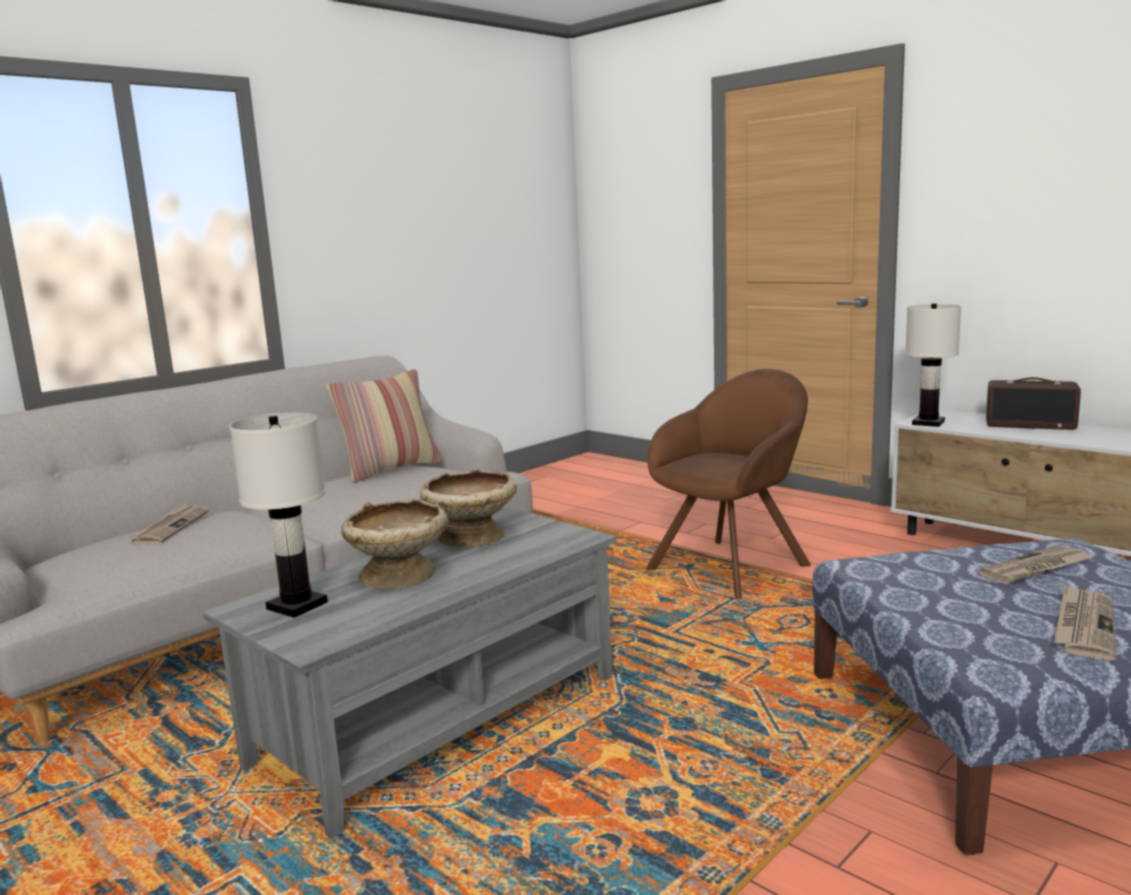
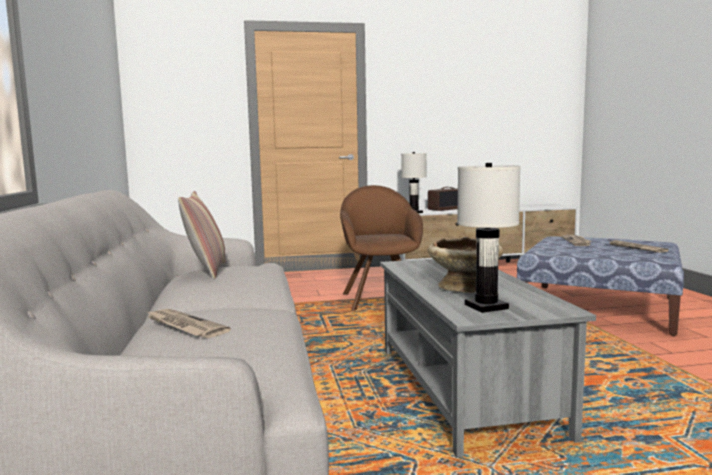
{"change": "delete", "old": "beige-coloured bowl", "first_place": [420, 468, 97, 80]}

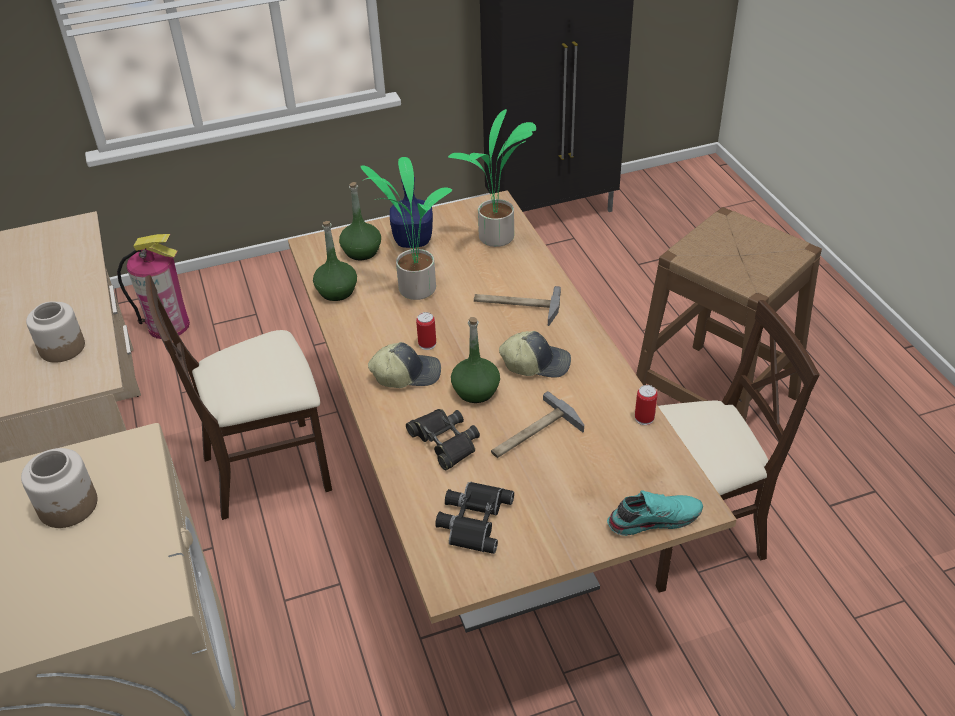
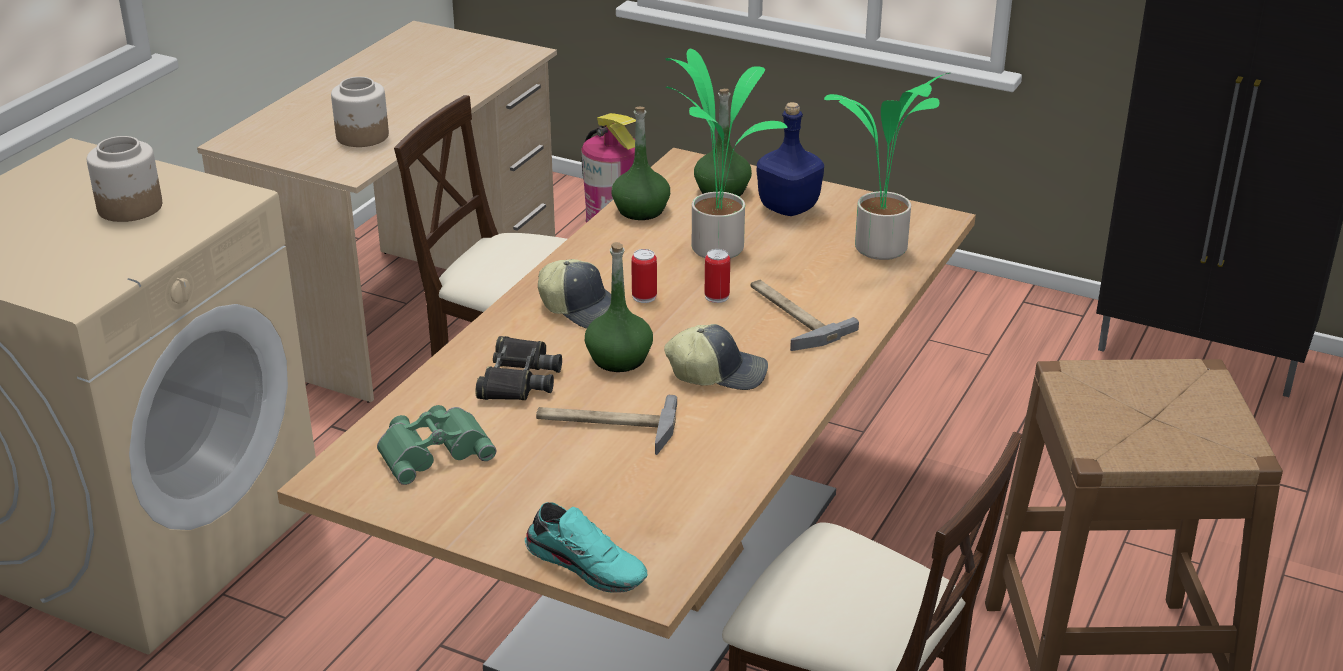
{"change": "rotate", "old": "cap", "first_place": [499, 331, 72, 47], "second_place": [664, 324, 104, 66], "degrees": -45}
{"change": "move", "old": "can", "first_place": [635, 385, 22, 40], "second_place": [705, 249, 25, 54]}
{"change": "recolor", "old": "blackish pair of binoculars", "new": "greenish pair of binoculars", "first_place": [435, 482, 79, 72], "second_place": [377, 405, 119, 80]}

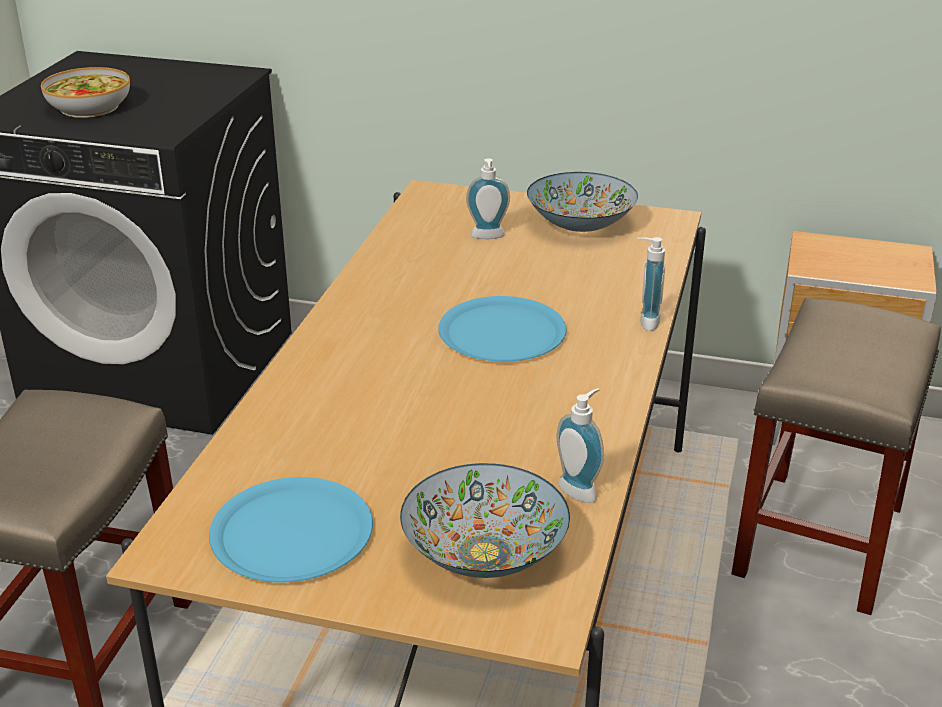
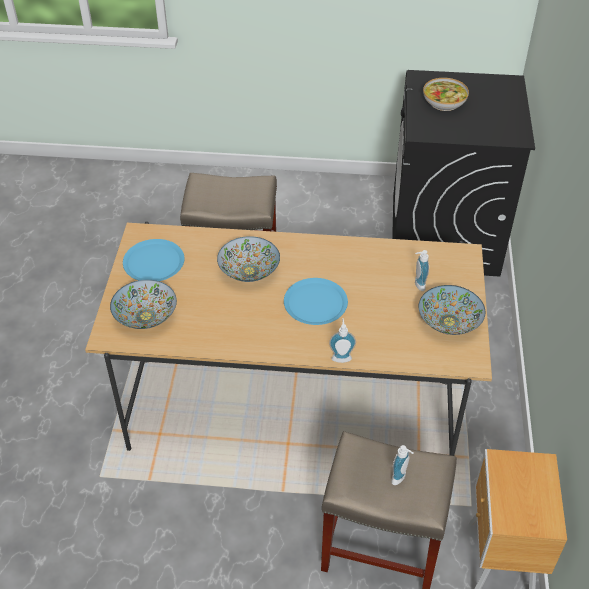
{"change": "move", "old": "soap bottle", "first_place": [556, 388, 48, 115], "second_place": [391, 445, 22, 40]}
{"change": "insert", "new": "bowl", "second_place": [217, 236, 63, 46]}

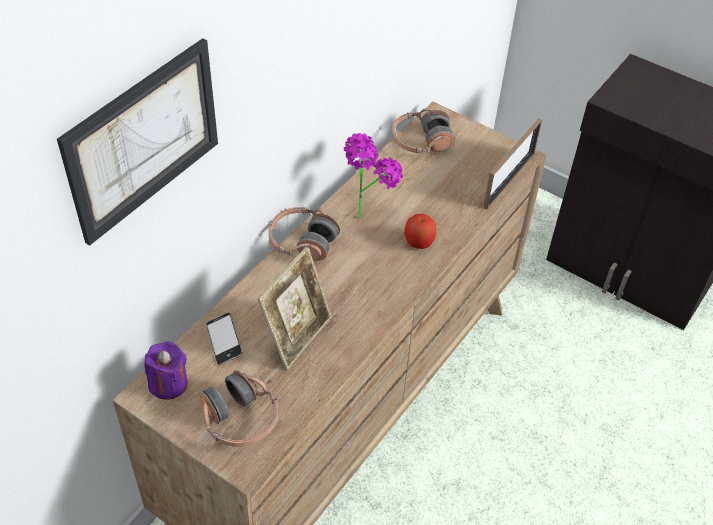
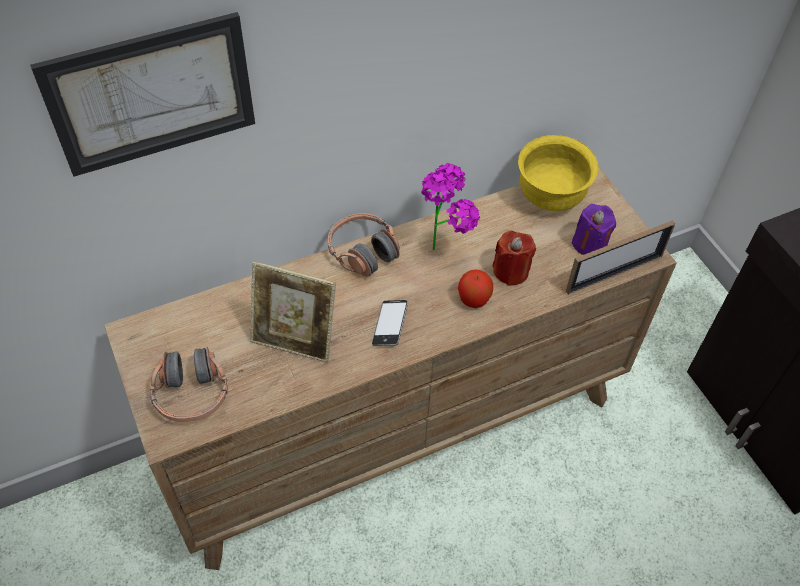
{"change": "replace", "old": "headphones", "new": "yellow-coloured bowl", "first_place": [392, 108, 63, 47], "second_place": [518, 135, 80, 76]}
{"change": "rotate", "old": "standing frame", "first_place": [258, 247, 74, 123], "second_place": [250, 261, 86, 102], "degrees": 45}
{"change": "move", "old": "phone", "first_place": [206, 313, 37, 52], "second_place": [372, 300, 36, 46]}
{"change": "move", "old": "purple wax candle", "first_place": [144, 341, 44, 59], "second_place": [572, 204, 44, 51]}
{"change": "insert", "new": "reddish wax candle", "second_place": [492, 231, 44, 55]}

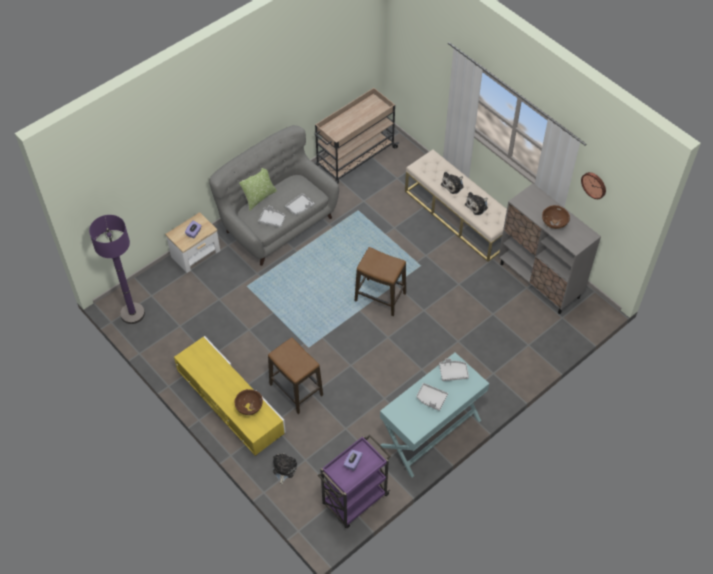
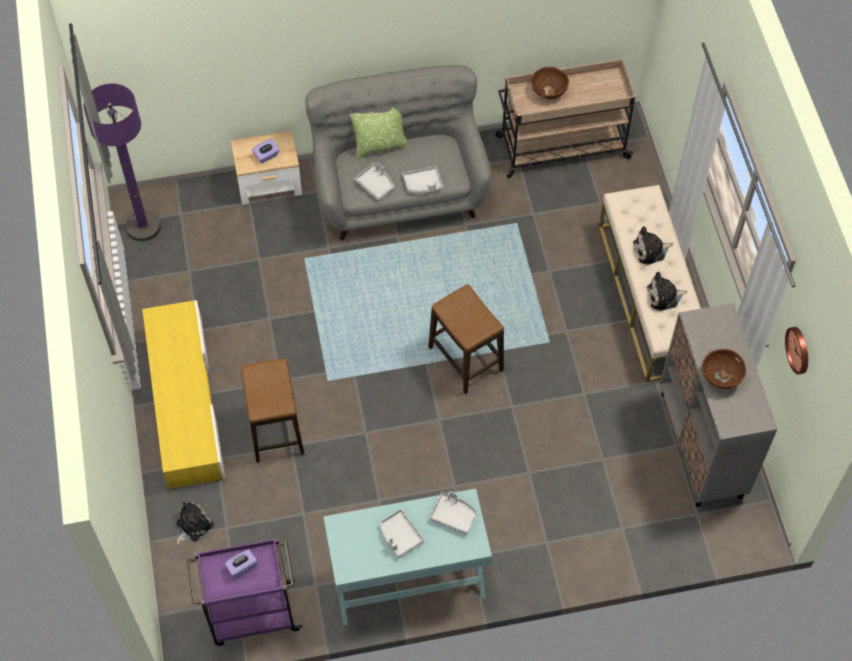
{"change": "move", "old": "brownish bowl", "first_place": [235, 389, 28, 26], "second_place": [531, 67, 38, 32]}

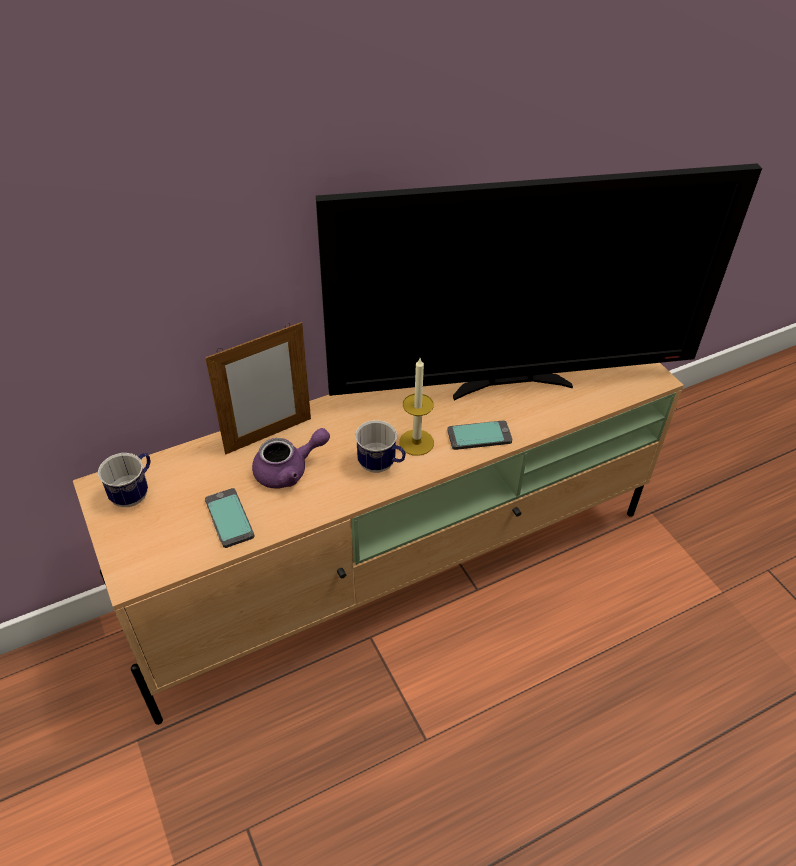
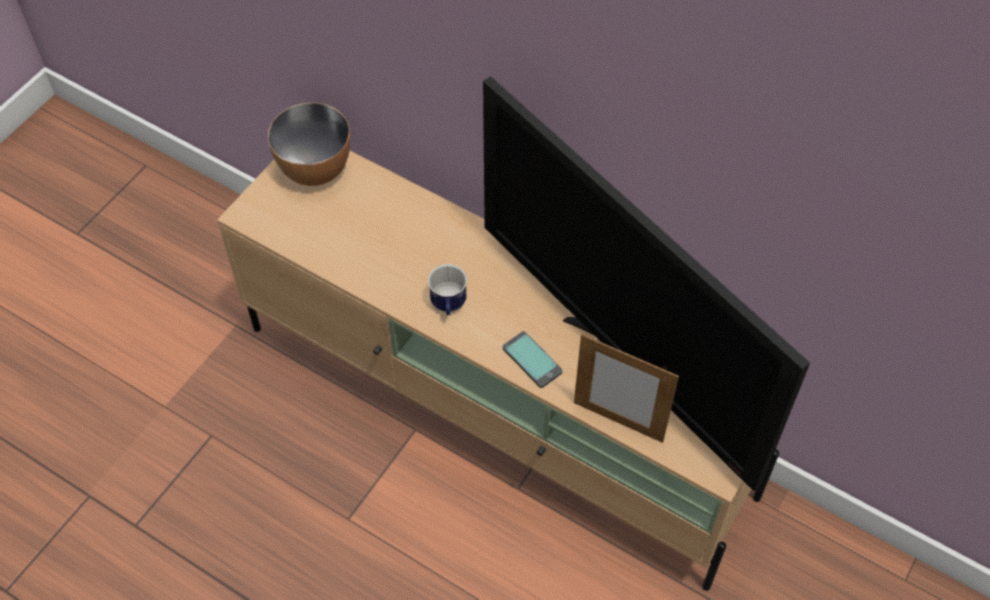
{"change": "move", "old": "standing frame", "first_place": [205, 322, 106, 132], "second_place": [574, 334, 105, 109]}
{"change": "delete", "old": "wax candle", "first_place": [399, 358, 35, 98]}
{"change": "delete", "old": "purple pot for tea", "first_place": [252, 428, 78, 60]}
{"change": "replace", "old": "coffee mug", "new": "bowl", "first_place": [98, 453, 52, 54], "second_place": [268, 103, 82, 83]}
{"change": "delete", "old": "phone", "first_place": [205, 488, 49, 60]}

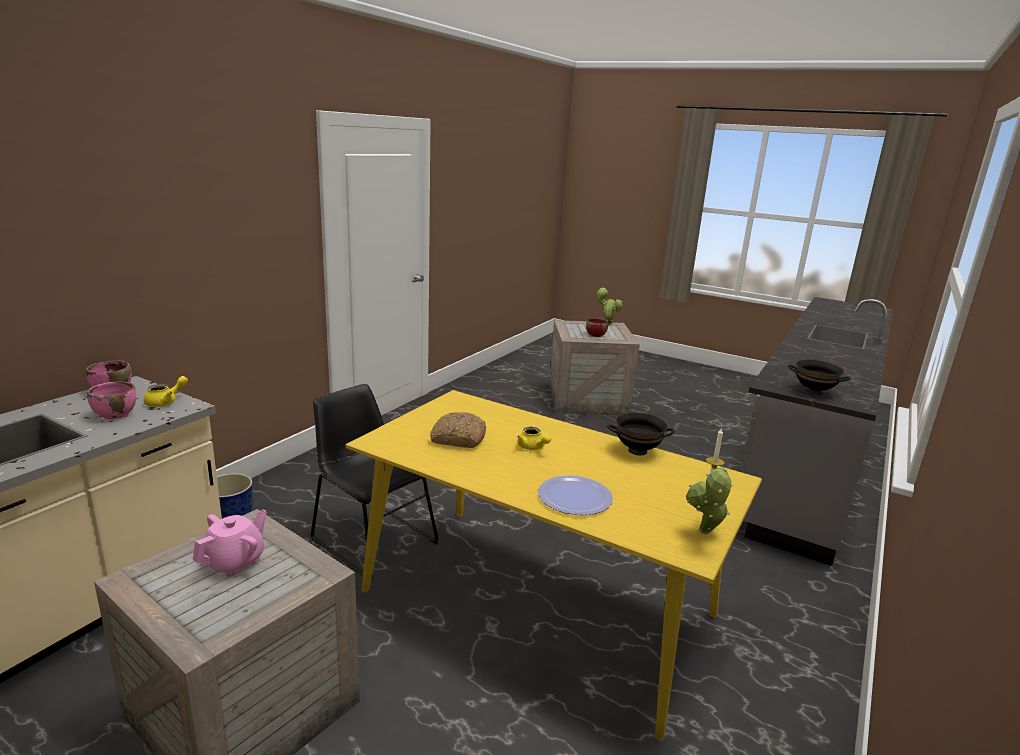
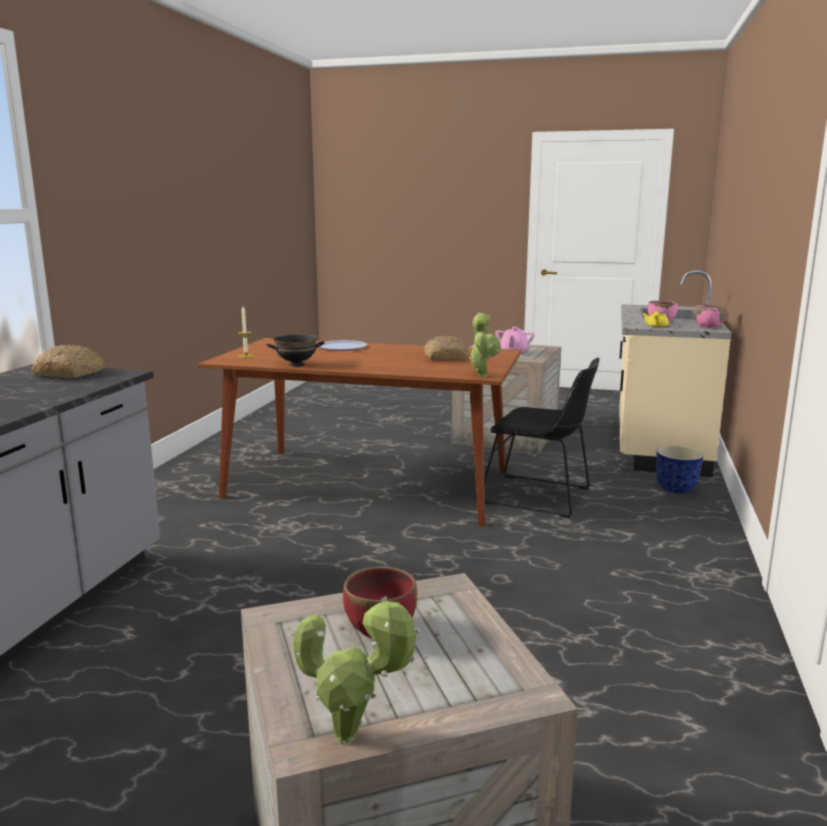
{"change": "replace", "old": "blackish bowl", "new": "baked bread", "first_place": [788, 359, 63, 36], "second_place": [32, 344, 73, 34]}
{"change": "recolor", "old": "yellow-coloured dinner table", "new": "brownish dinner table", "first_place": [346, 390, 416, 351], "second_place": [198, 338, 323, 189]}
{"change": "delete", "old": "yellow-coloured pot for tea", "first_place": [517, 427, 34, 23]}
{"change": "move", "old": "houseplant", "first_place": [686, 466, 47, 68], "second_place": [469, 313, 32, 64]}

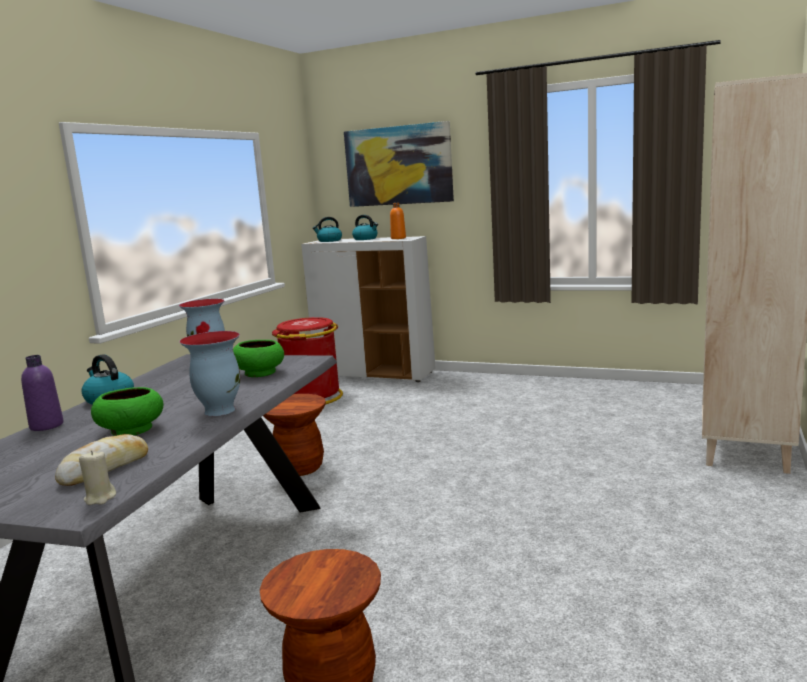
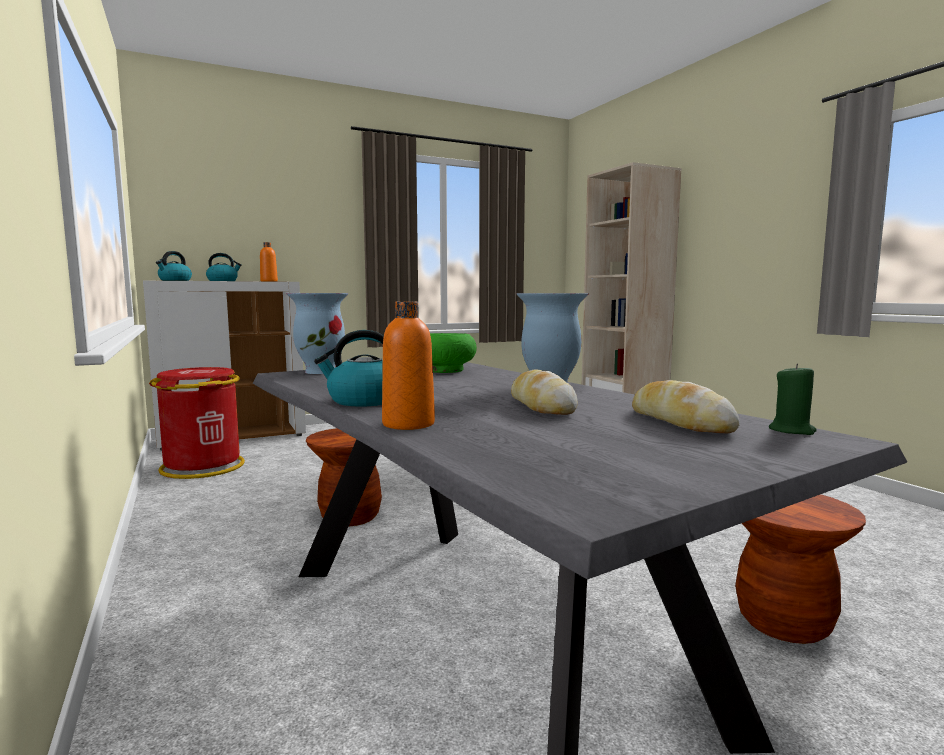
{"change": "delete", "old": "wall art", "first_place": [344, 121, 110, 86]}
{"change": "recolor", "old": "purple bottle", "new": "orangey bottle", "first_place": [21, 355, 43, 76], "second_place": [382, 301, 53, 129]}
{"change": "replace", "old": "greenish bowl", "new": "baked bread", "first_place": [91, 387, 73, 49], "second_place": [511, 369, 67, 46]}
{"change": "recolor", "old": "beige-coloured wax candle", "new": "greenish wax candle", "first_place": [79, 450, 37, 55], "second_place": [769, 364, 48, 71]}

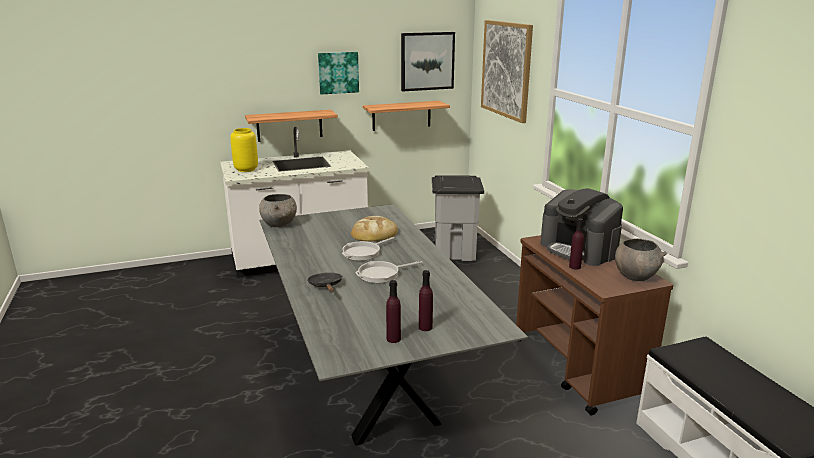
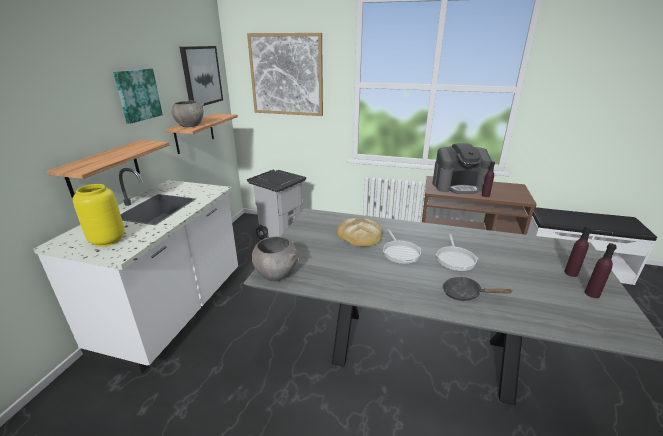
{"change": "move", "old": "greyish bowl", "first_place": [615, 238, 52, 43], "second_place": [172, 100, 32, 27]}

